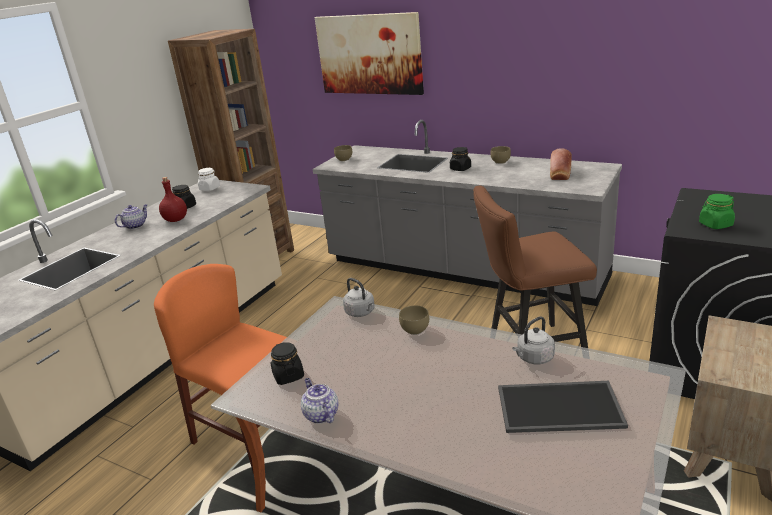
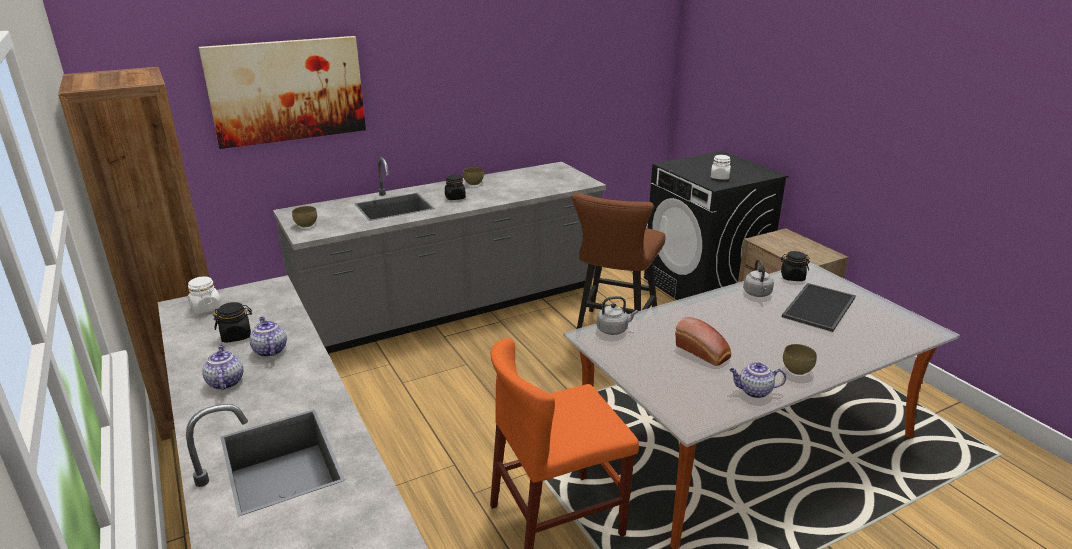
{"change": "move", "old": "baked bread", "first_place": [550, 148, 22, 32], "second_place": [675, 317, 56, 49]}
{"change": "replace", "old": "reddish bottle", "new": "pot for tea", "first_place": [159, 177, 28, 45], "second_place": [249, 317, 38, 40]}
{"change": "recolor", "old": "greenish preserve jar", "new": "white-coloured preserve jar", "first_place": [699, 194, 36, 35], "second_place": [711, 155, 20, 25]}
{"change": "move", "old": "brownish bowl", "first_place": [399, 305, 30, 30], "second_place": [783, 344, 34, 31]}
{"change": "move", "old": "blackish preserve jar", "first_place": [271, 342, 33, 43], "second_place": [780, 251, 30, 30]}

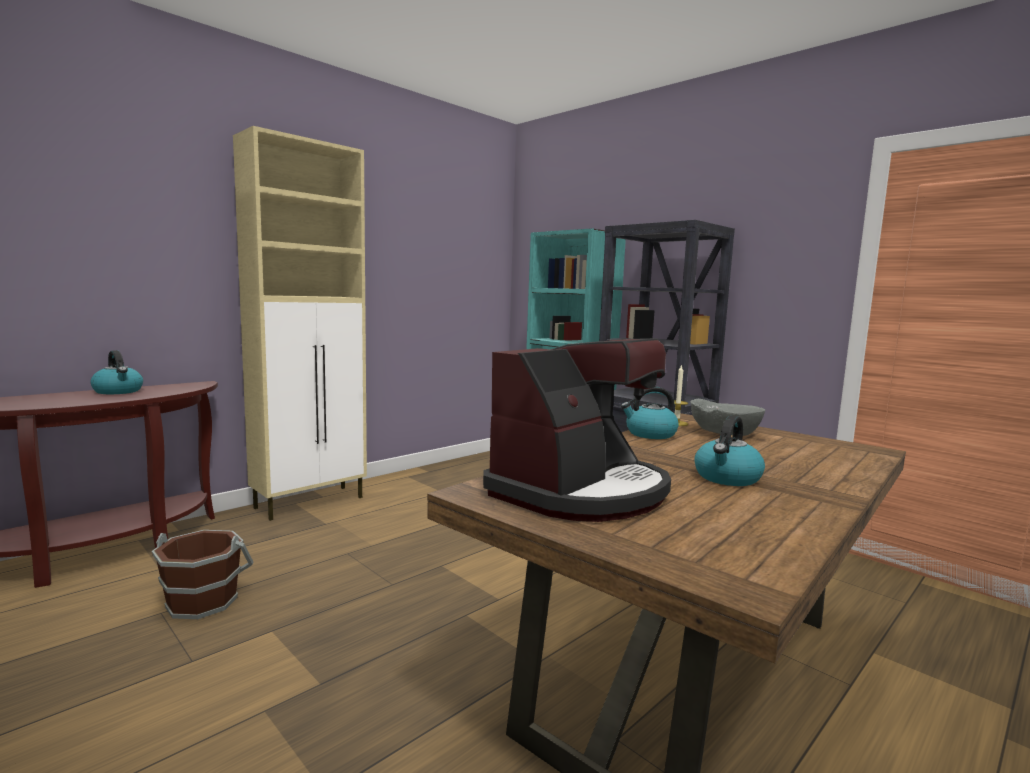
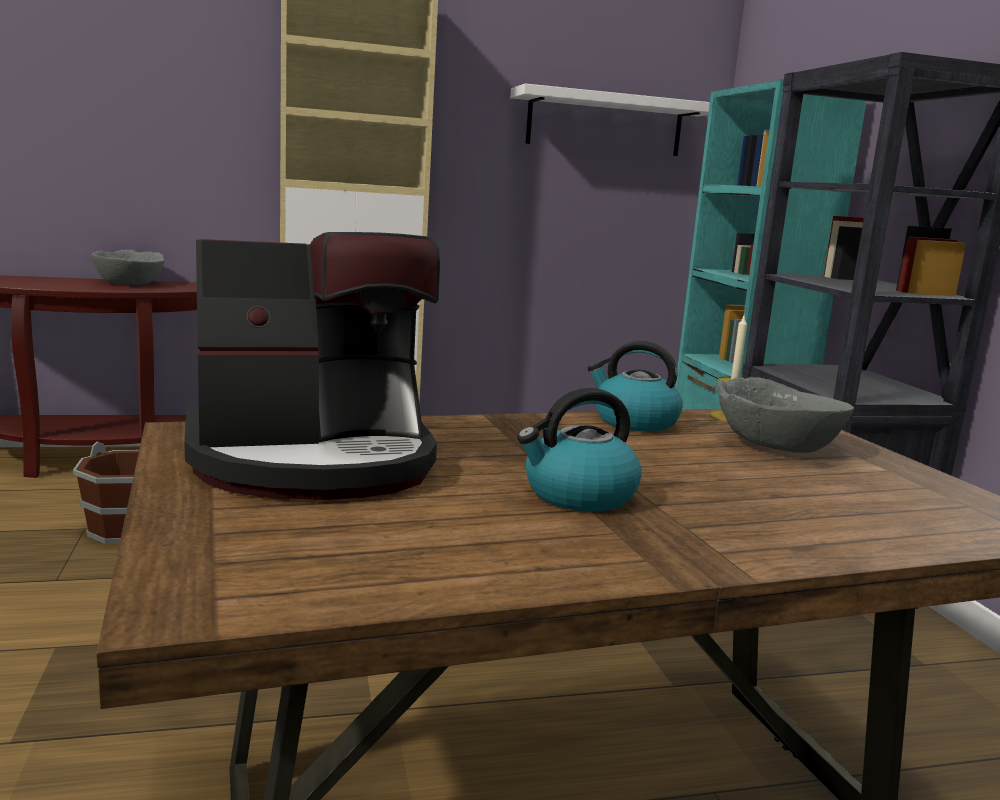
{"change": "replace", "old": "water kettle", "new": "greyish bowl", "first_place": [90, 350, 53, 44], "second_place": [91, 250, 73, 35]}
{"change": "insert", "new": "white-coloured wall shelf", "second_place": [510, 84, 200, 72]}

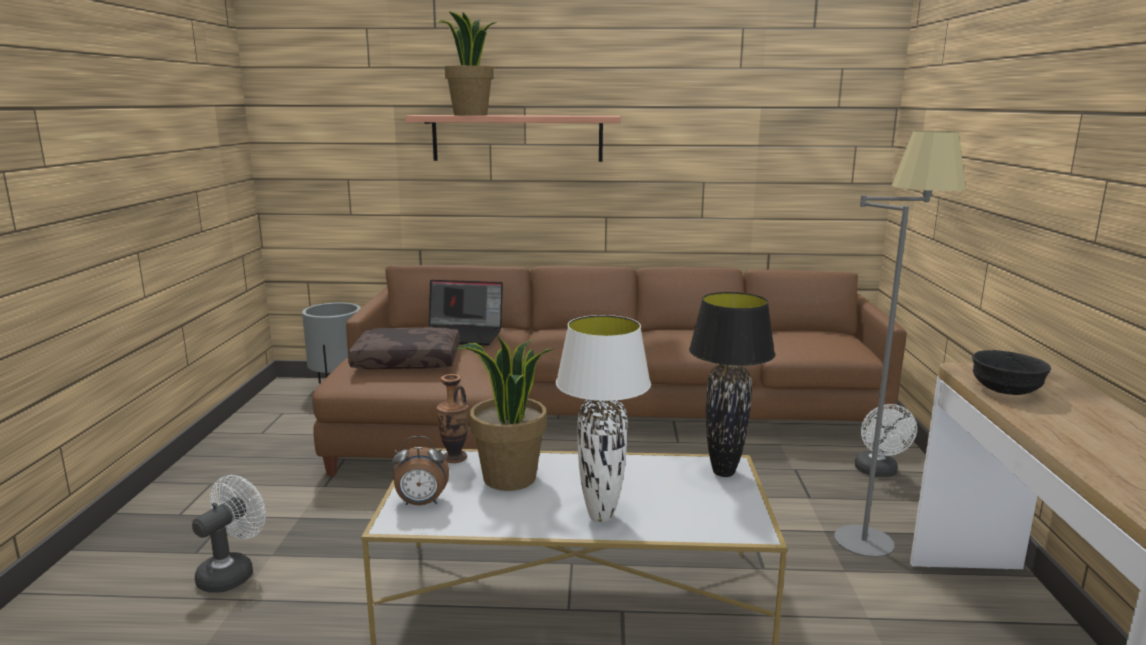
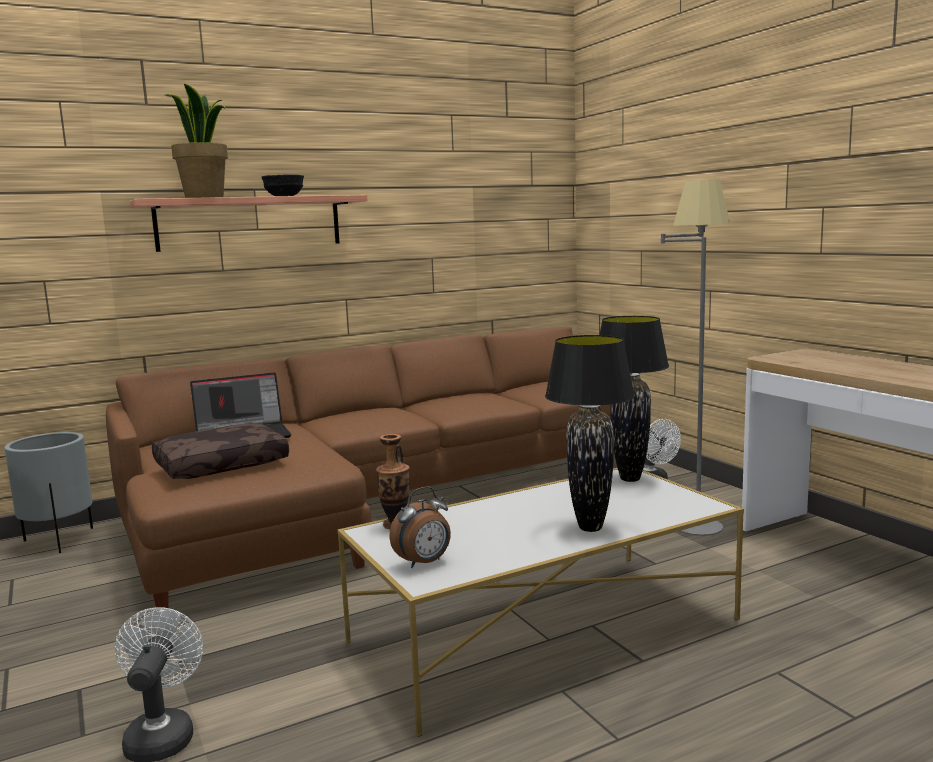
{"change": "recolor", "old": "white-coloured table lamp", "new": "blackish table lamp", "first_place": [556, 315, 95, 207], "second_place": [545, 335, 90, 197]}
{"change": "delete", "old": "houseplant", "first_place": [456, 335, 97, 156]}
{"change": "move", "old": "blackish bowl", "first_place": [972, 350, 79, 45], "second_place": [261, 174, 43, 22]}

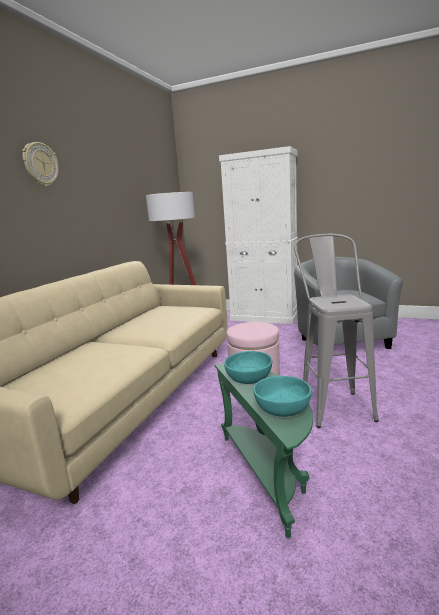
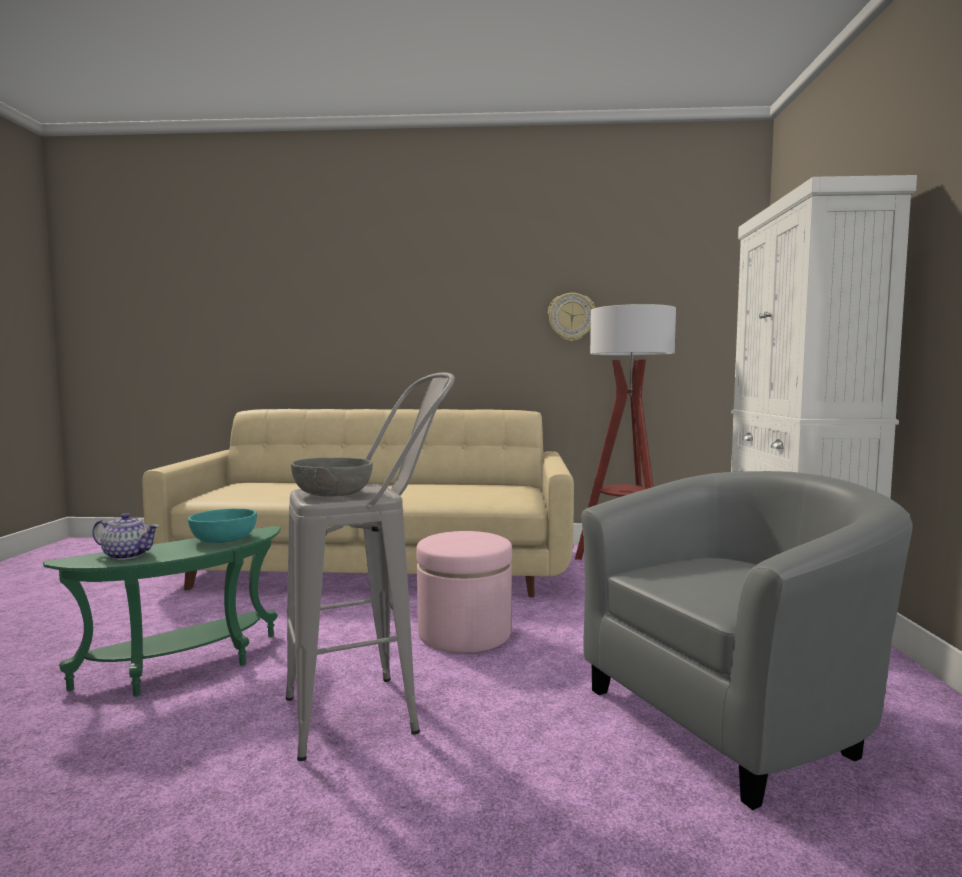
{"change": "move", "old": "hanging clock", "first_place": [22, 142, 37, 45], "second_place": [548, 293, 47, 48]}
{"change": "replace", "old": "turquoise-coloured bowl", "new": "pot for tea", "first_place": [253, 376, 59, 41], "second_place": [92, 513, 67, 47]}
{"change": "insert", "new": "greyish bowl", "second_place": [291, 457, 82, 40]}

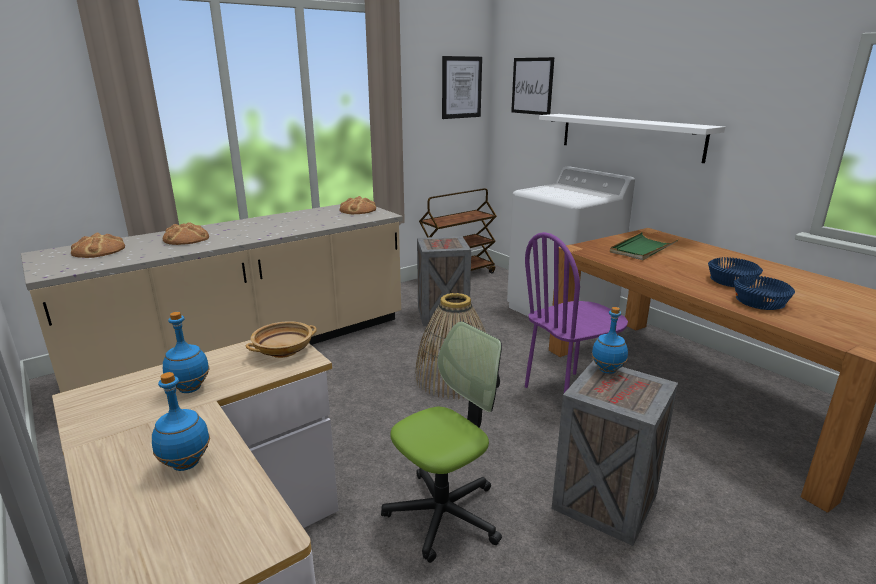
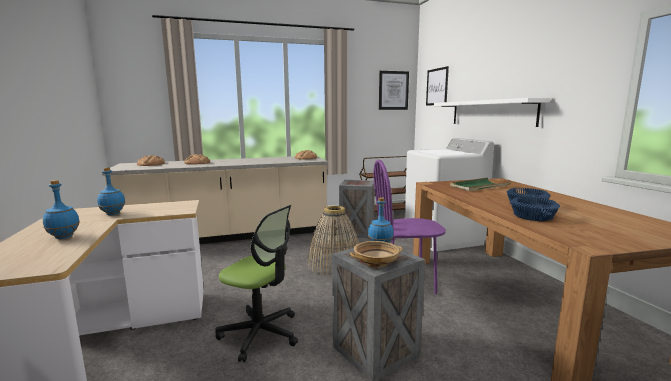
{"change": "move", "old": "beige-coloured bowl", "first_place": [246, 321, 71, 37], "second_place": [350, 241, 53, 26]}
{"change": "rotate", "old": "computer chair", "first_place": [381, 321, 121, 242], "second_place": [215, 205, 83, 157], "degrees": 45}

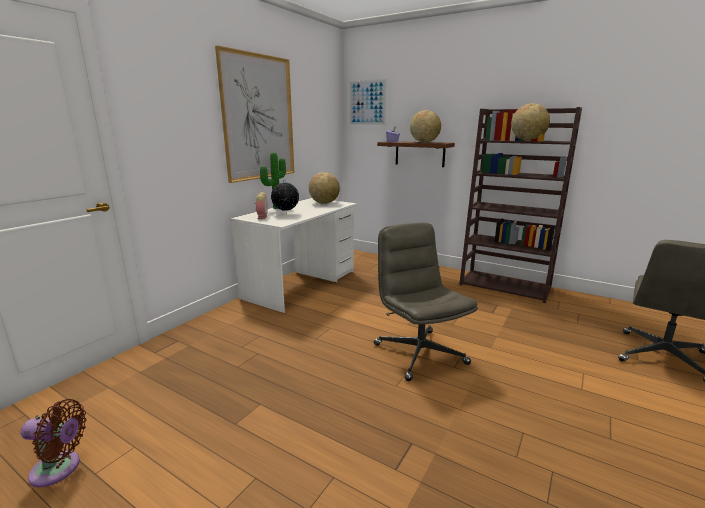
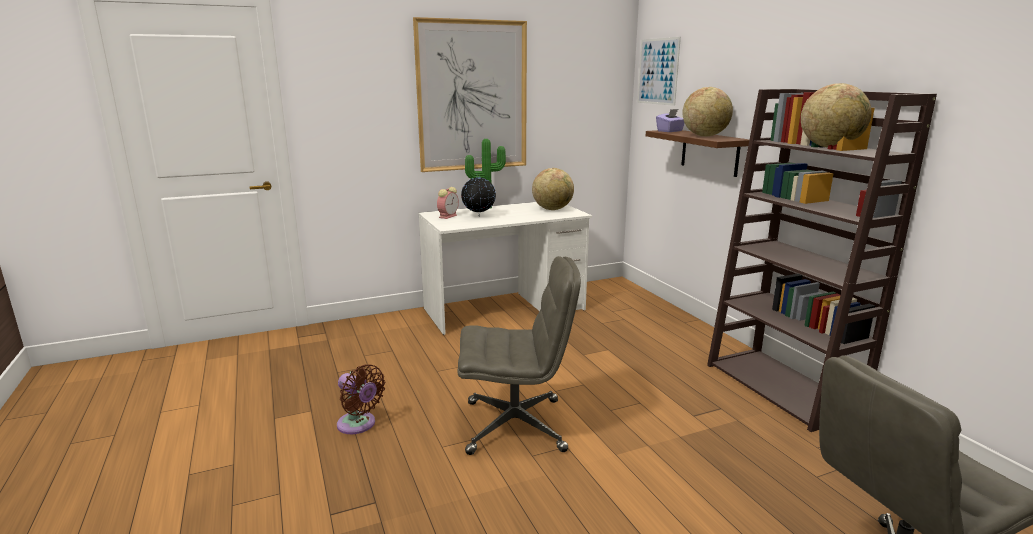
{"change": "rotate", "old": "greyish computer chair", "first_place": [374, 222, 104, 159], "second_place": [458, 256, 123, 199], "degrees": 75}
{"change": "move", "old": "brownish fan", "first_place": [21, 399, 66, 88], "second_place": [337, 365, 48, 69]}

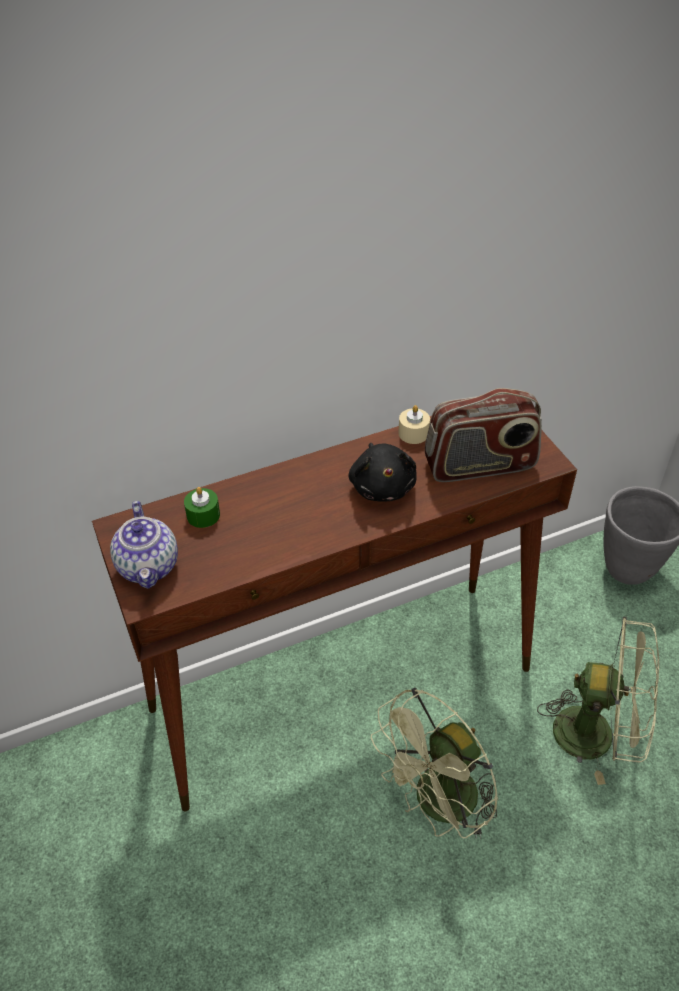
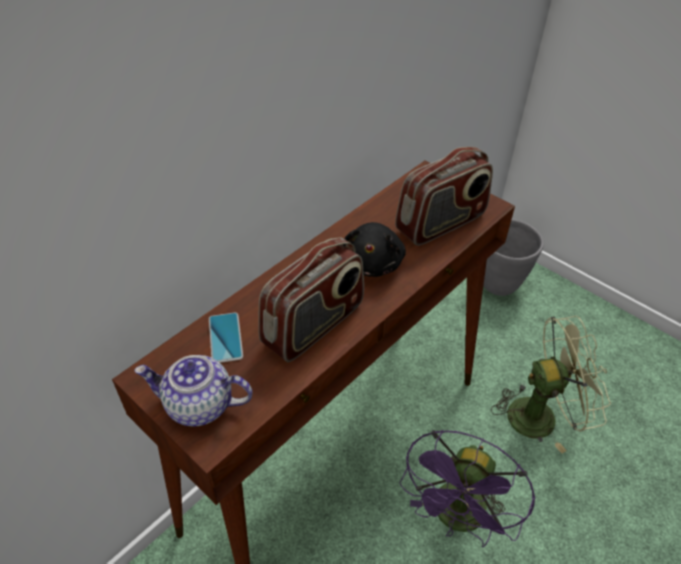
{"change": "delete", "old": "beige-coloured wax candle", "first_place": [398, 405, 32, 39]}
{"change": "rotate", "old": "blackish cuddly toy", "first_place": [349, 443, 68, 59], "second_place": [343, 222, 63, 55], "degrees": 45}
{"change": "replace", "old": "greenish wax candle", "new": "phone", "first_place": [184, 487, 36, 41], "second_place": [209, 313, 34, 50]}
{"change": "rotate", "old": "pot for tea", "first_place": [110, 501, 68, 88], "second_place": [134, 355, 119, 72], "degrees": 135}
{"change": "recolor", "old": "greenish fan", "new": "purple fan", "first_place": [371, 688, 127, 151], "second_place": [400, 430, 135, 117]}
{"change": "insert", "new": "radio", "second_place": [258, 238, 106, 124]}

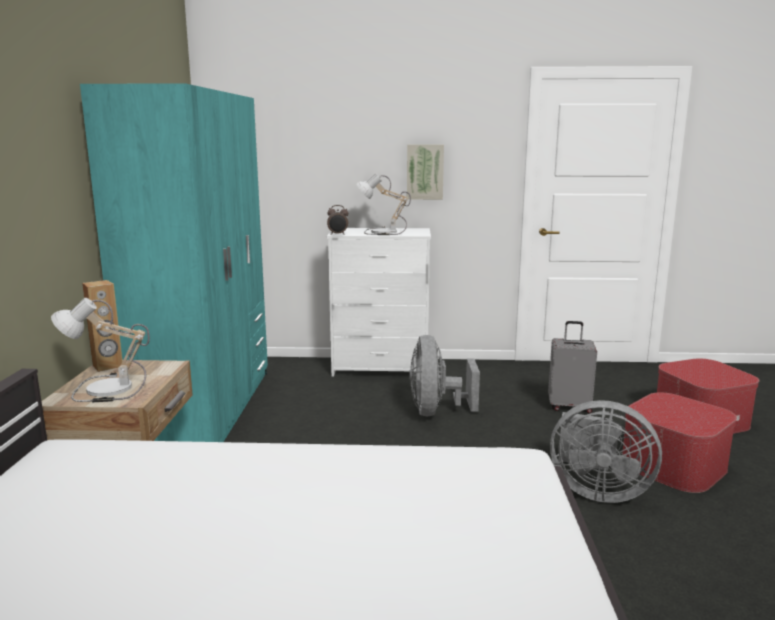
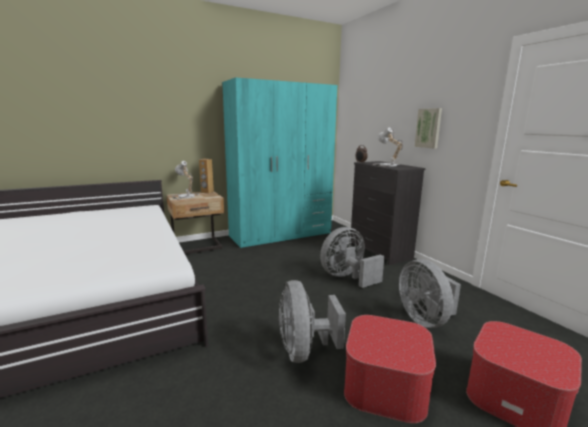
{"change": "recolor", "old": "white-coloured chest of drawers", "new": "blackish chest of drawers", "first_place": [327, 228, 104, 148], "second_place": [351, 161, 75, 104]}
{"change": "replace", "old": "greyish suitcase", "new": "greyish fan", "first_place": [548, 321, 49, 92], "second_place": [399, 259, 62, 69]}

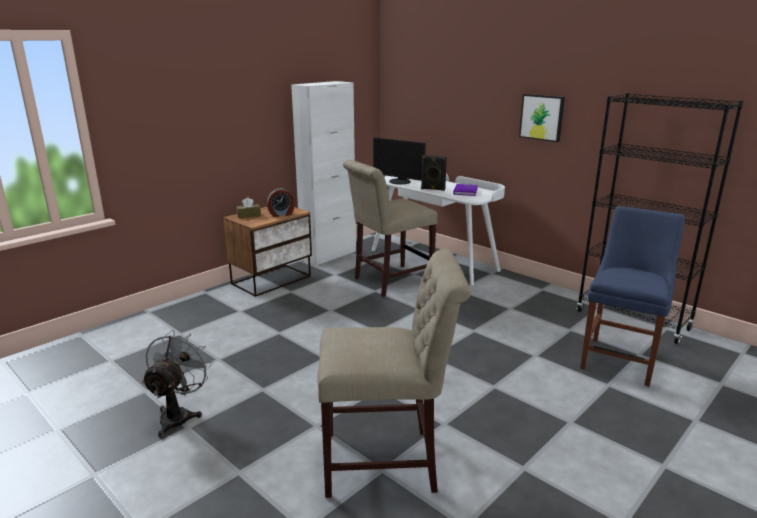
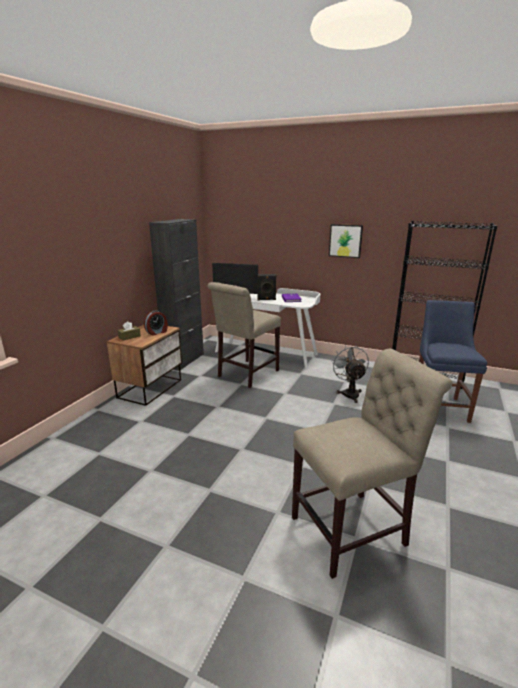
{"change": "recolor", "old": "white-coloured cupboard", "new": "blackish cupboard", "first_place": [291, 81, 65, 185], "second_place": [149, 219, 55, 152]}
{"change": "move", "old": "greyish fan", "first_place": [141, 330, 72, 108], "second_place": [331, 345, 38, 58]}

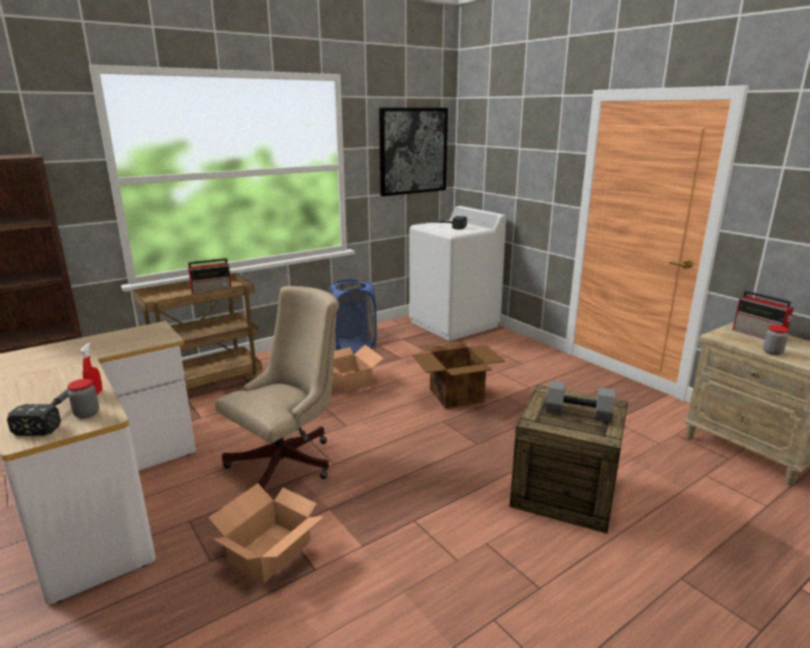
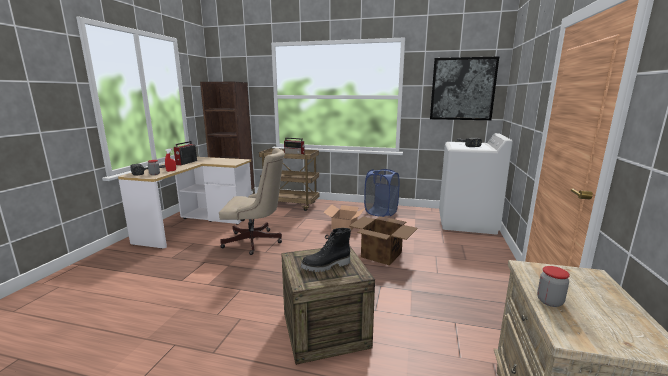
{"change": "move", "old": "radio", "first_place": [733, 291, 61, 48], "second_place": [174, 141, 23, 24]}
{"change": "replace", "old": "greyish hand weight", "new": "blackish tall boot", "first_place": [546, 380, 69, 42], "second_place": [301, 228, 50, 44]}
{"change": "delete", "old": "carton", "first_place": [208, 484, 116, 99]}

